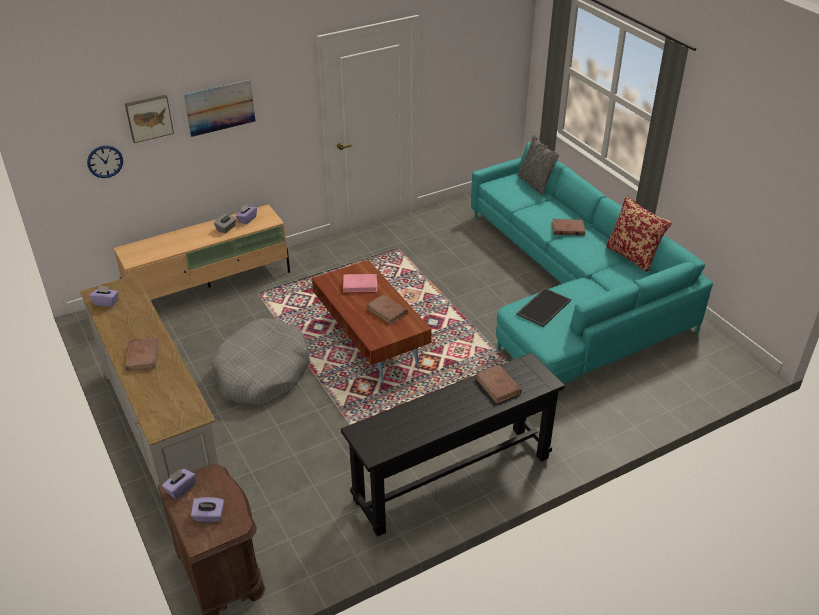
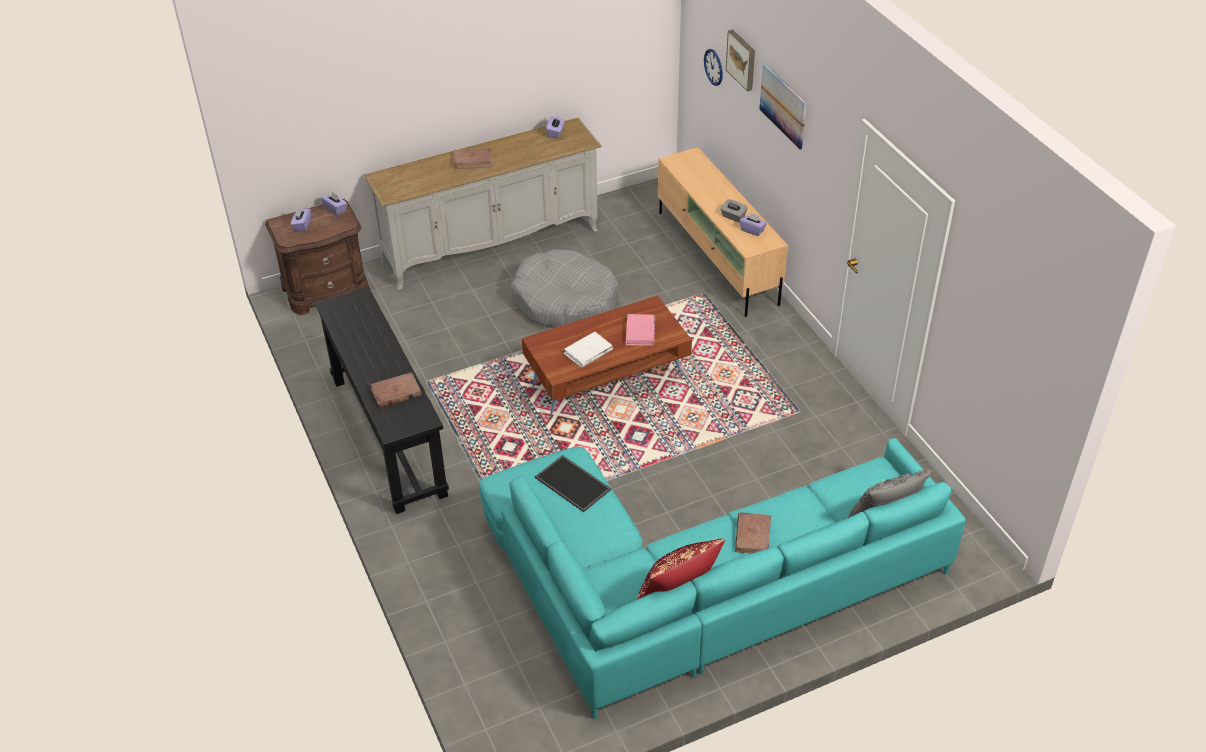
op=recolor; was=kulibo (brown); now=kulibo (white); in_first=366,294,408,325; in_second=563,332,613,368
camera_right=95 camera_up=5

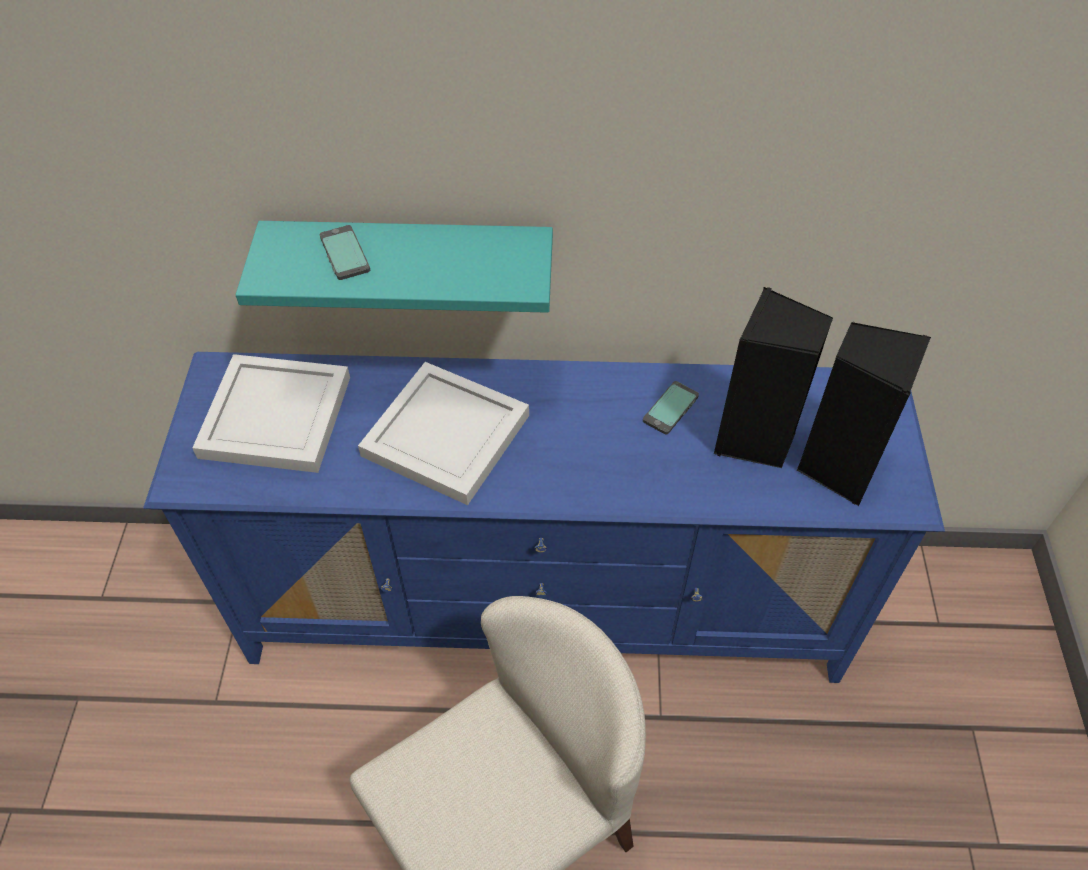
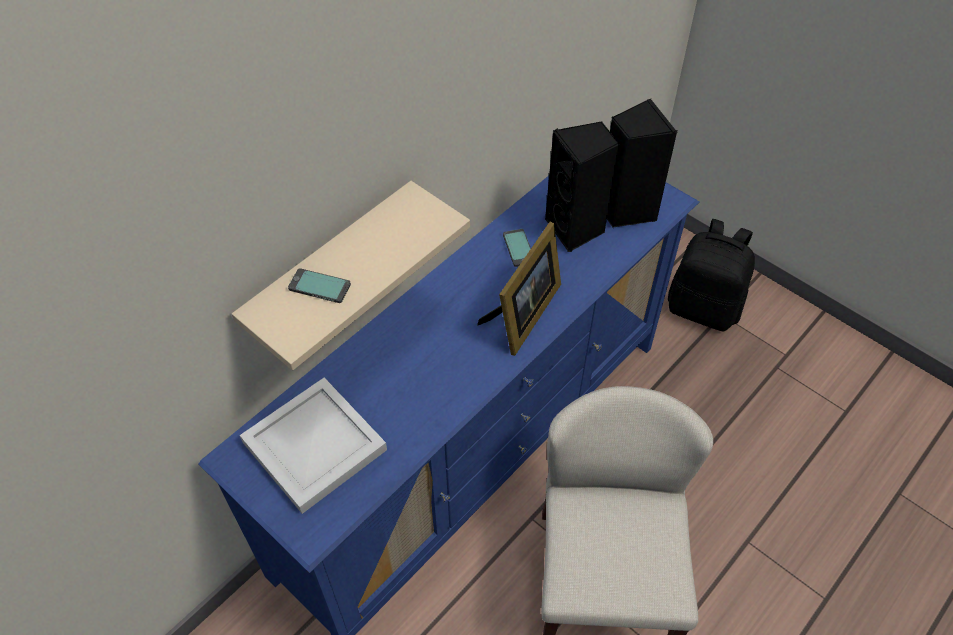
op=delete; was=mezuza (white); in_first=358,362,529,505
op=insert; now=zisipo; in_second=477,222,561,356
op=insert; now=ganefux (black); in_second=668,219,755,331
op=recolor; was=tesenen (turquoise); now=tesenen (beige); in_first=236,221,553,313; in_second=232,181,470,371
camera_right=-50 camera_up=0

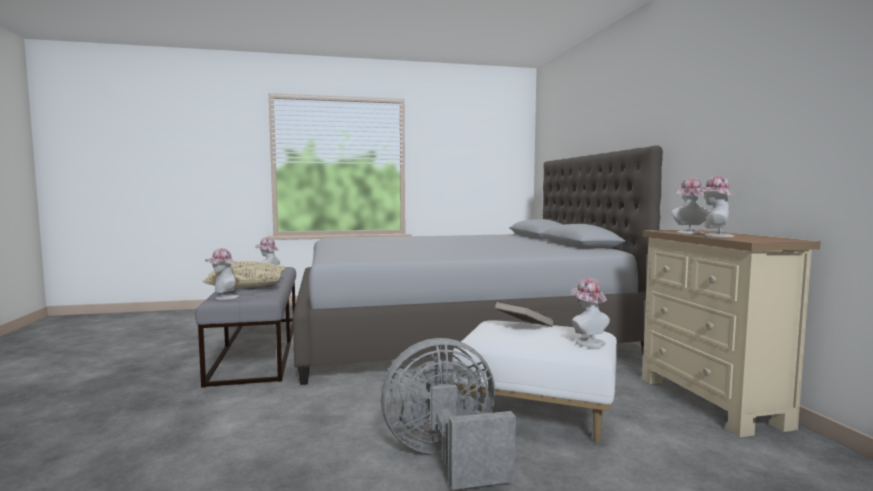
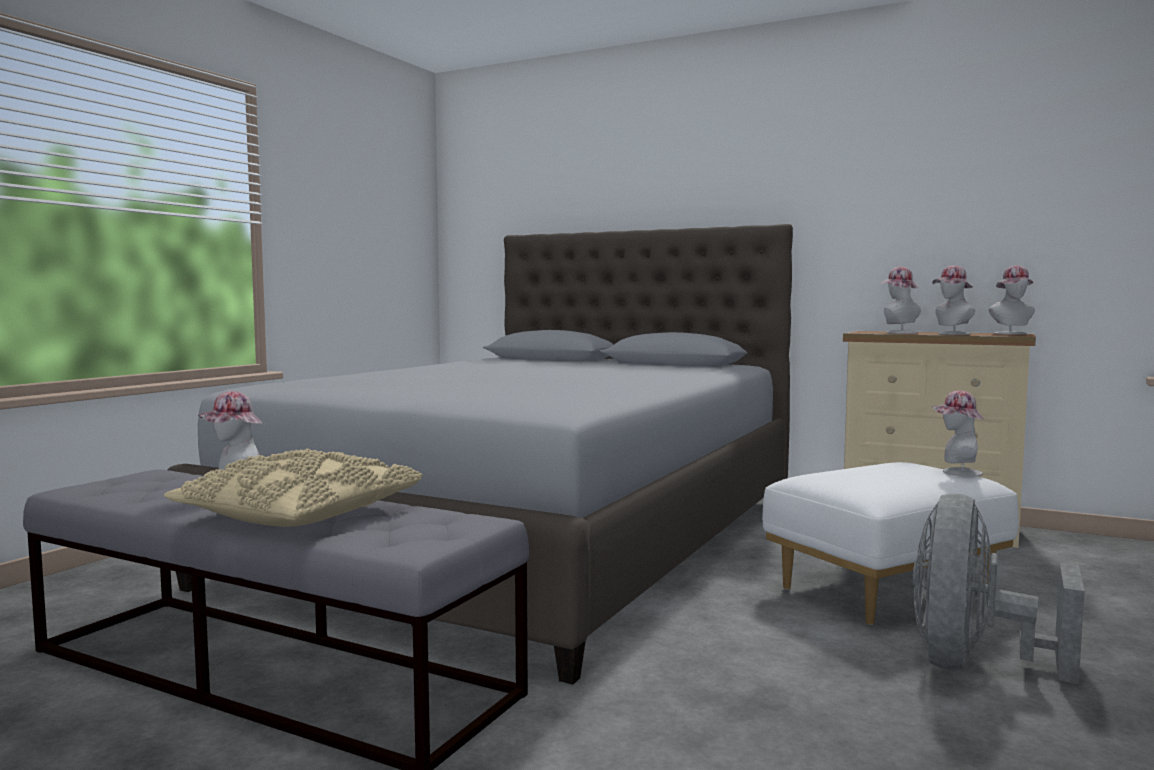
op=delete; was=kulibo (brown); in_first=494,301,554,327
op=move; was=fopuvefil; in_first=205,248,239,300; in_second=989,266,1036,335
camera_right=-50 camera_up=0

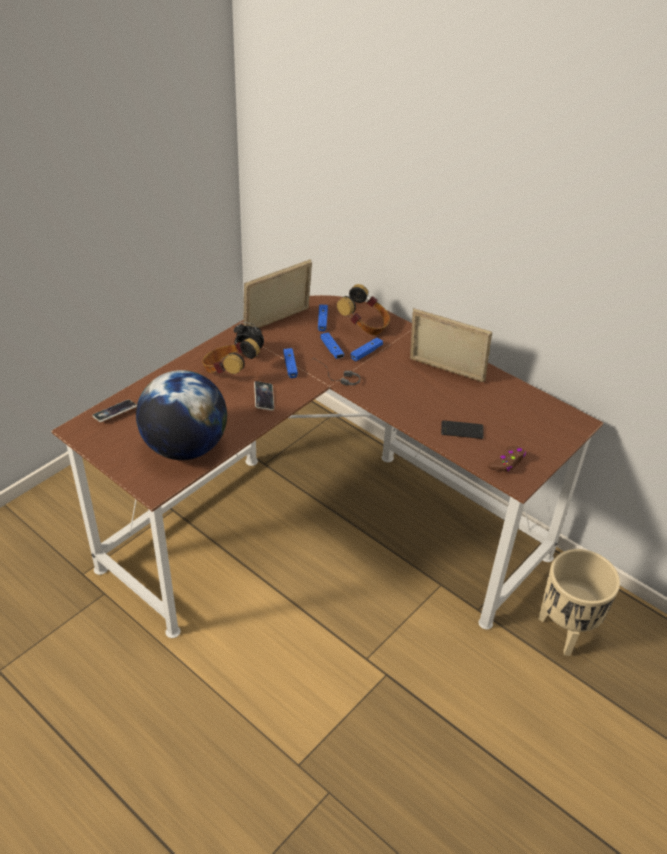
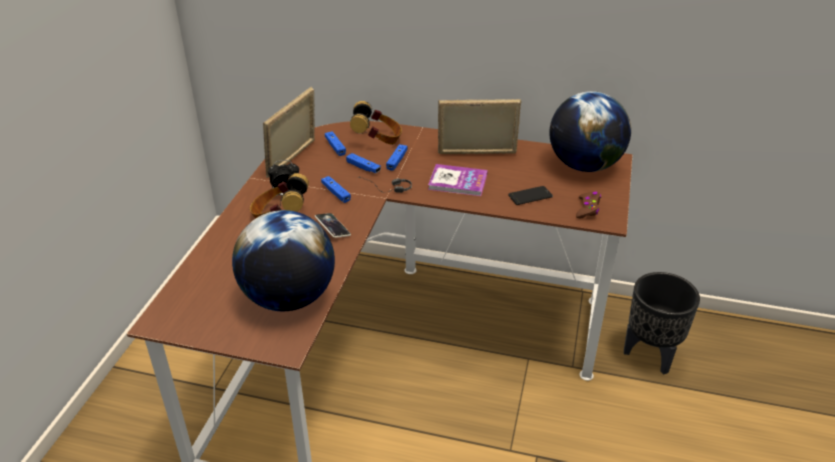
op=delete; was=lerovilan; in_first=92,399,137,422
op=insert; now=kulibo; in_second=428,164,488,196
op=insert; now=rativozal; in_second=549,91,631,172
op=recolor; was=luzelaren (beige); now=luzelaren (black); in_first=538,549,620,656; in_second=624,272,700,375
camera_right=-25 camera_up=-5

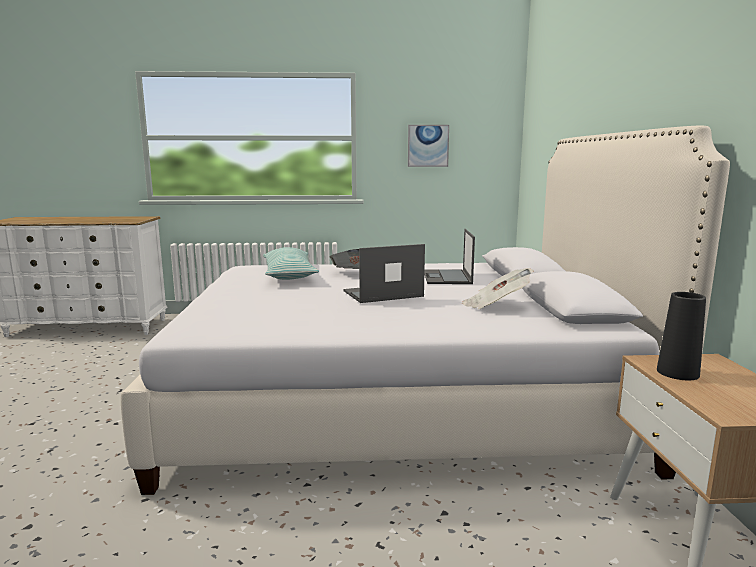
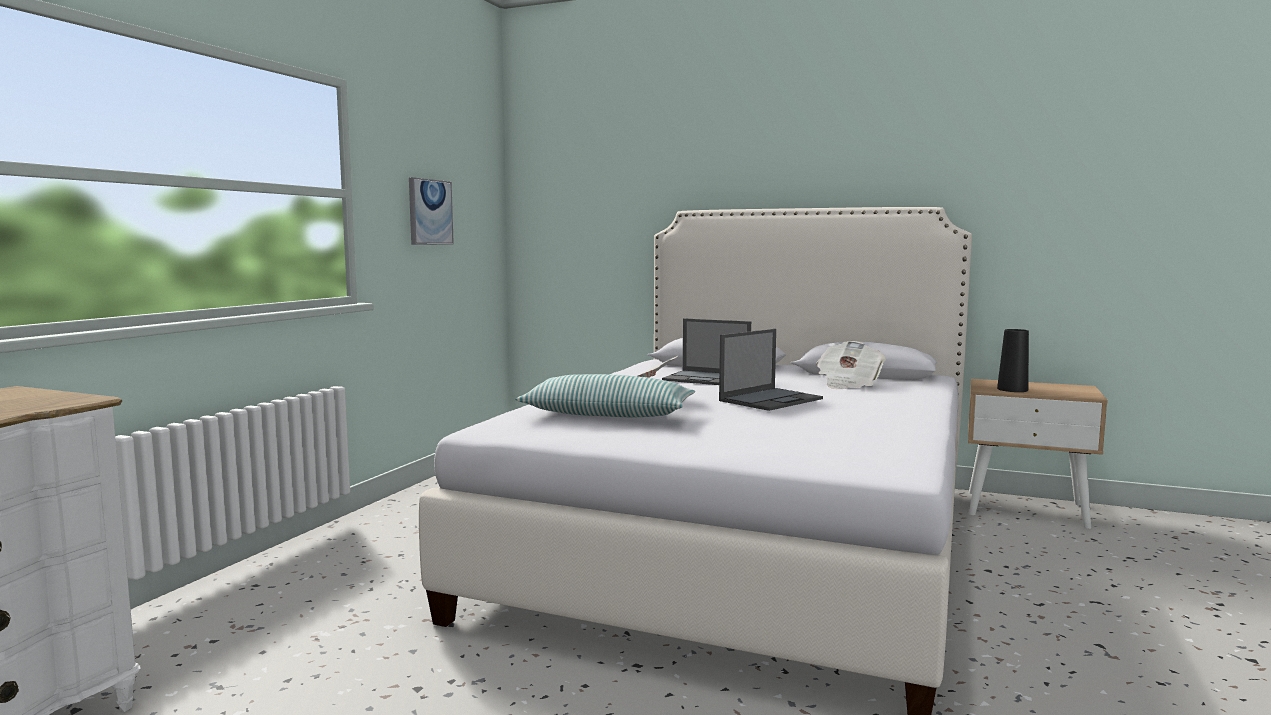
op=rotate; was=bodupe; in_first=344,244,425,303; in_second=719,329,823,411; clockwise=-135
camera_right=-65 camera_up=-5

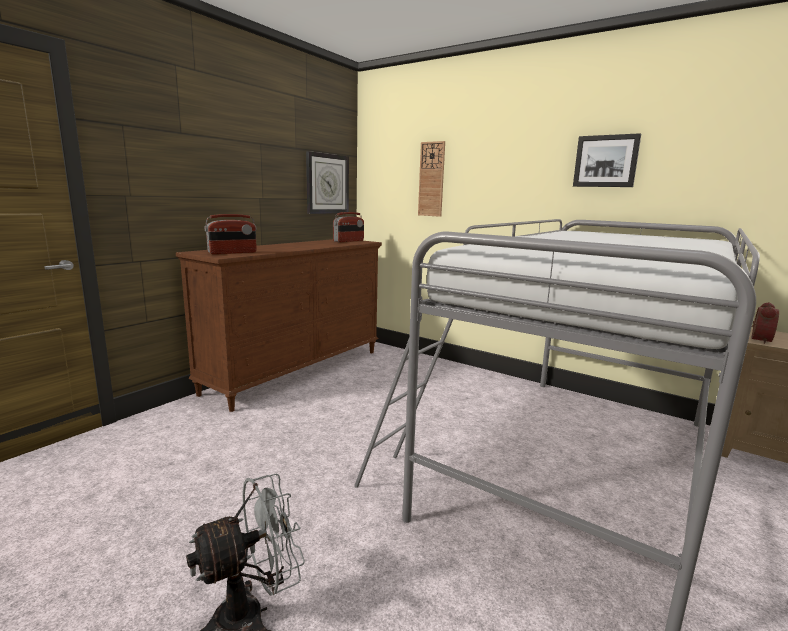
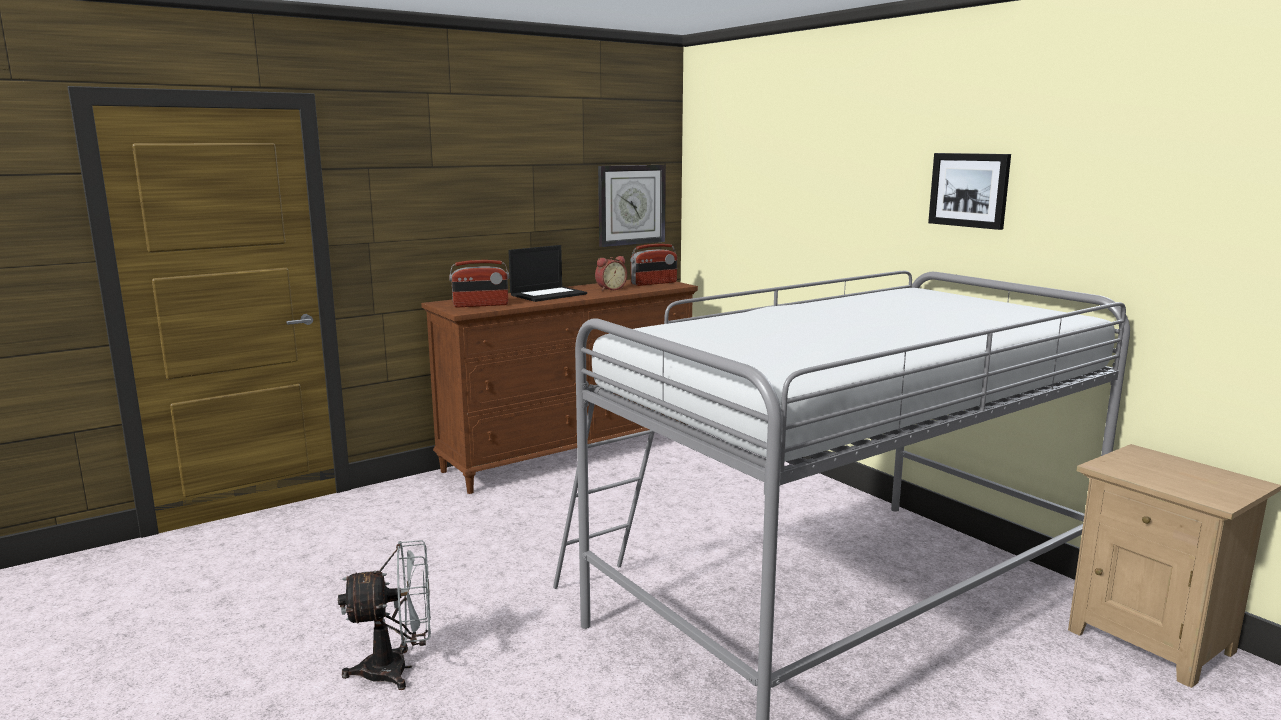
op=delete; was=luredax; in_first=418,141,445,217
op=insert; now=bodupe; in_second=508,245,587,302
op=move; was=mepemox; in_first=752,302,779,344; in_second=595,256,627,291
camera_right=20 camera_up=0

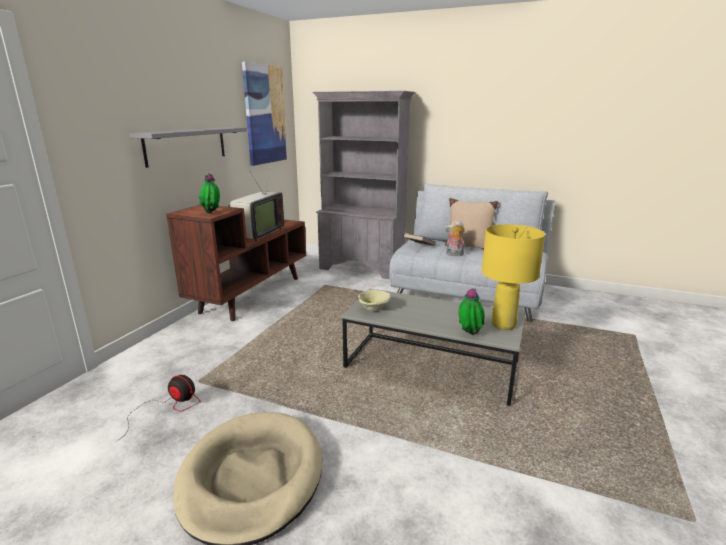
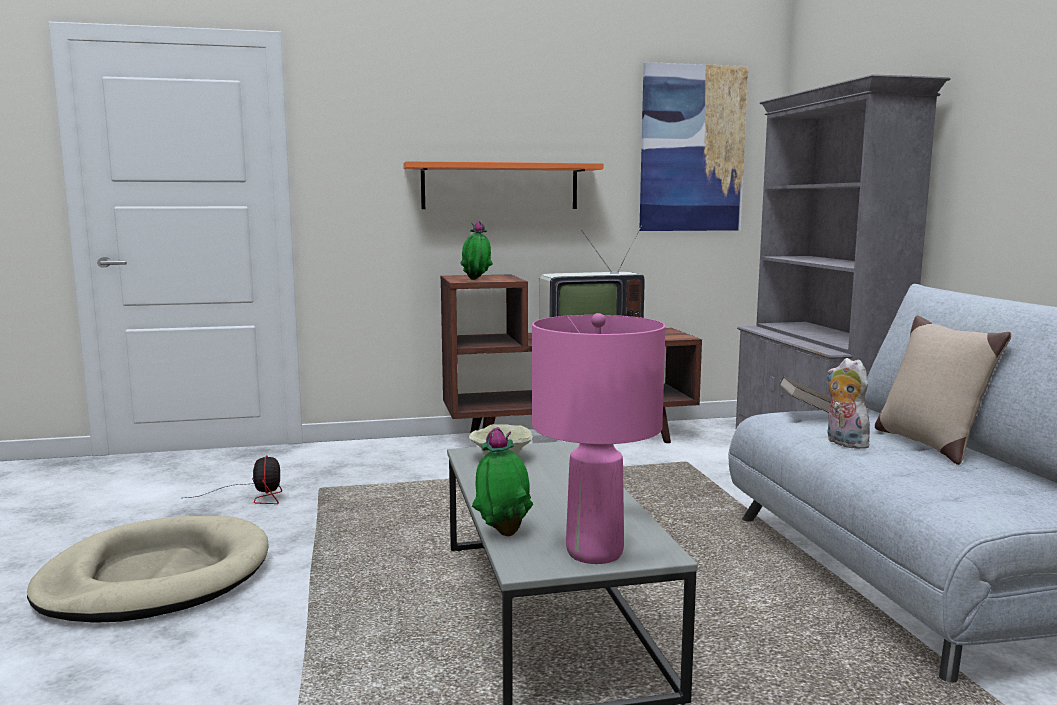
op=recolor; was=tesenen (grey); now=tesenen (orange); in_first=129,127,247,168; in_second=403,161,603,209
op=recolor; was=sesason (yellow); now=sesason (pink); in_first=482,224,545,330; in_second=532,313,666,564
camera_right=55 camera_up=-10

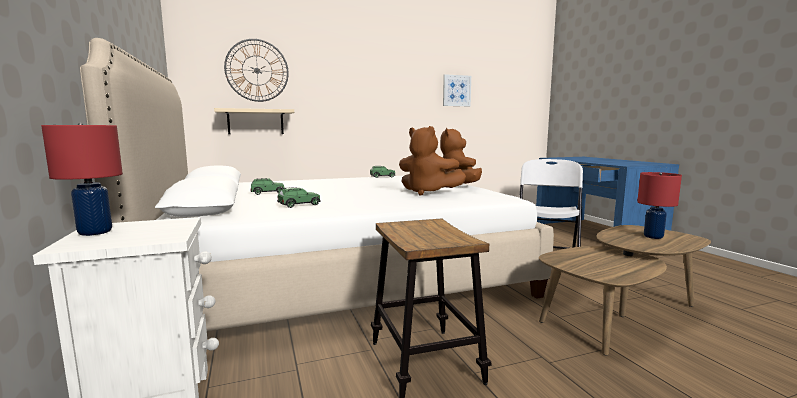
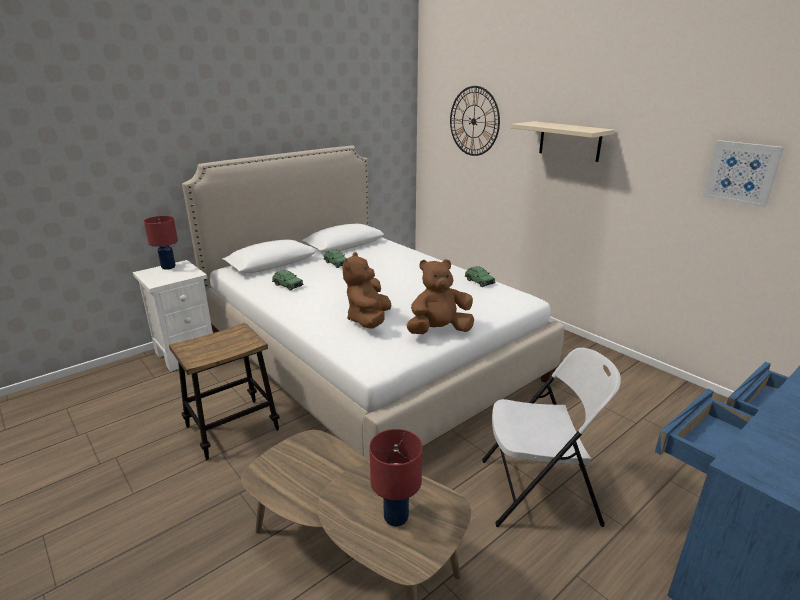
op=move; was=tesenen (beige); in_first=214,108,294,134; in_second=511,121,615,162
camera_right=70 camera_up=15

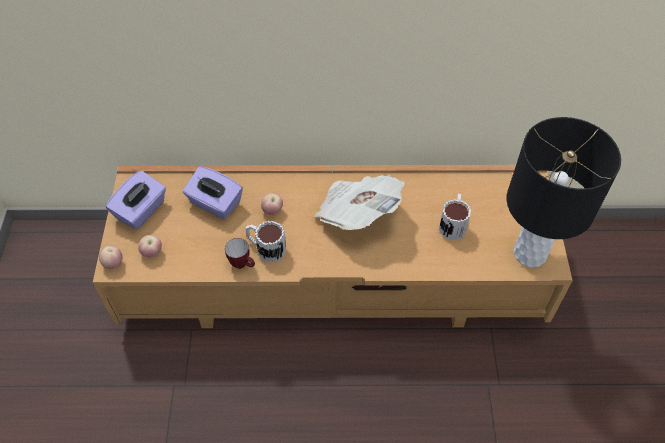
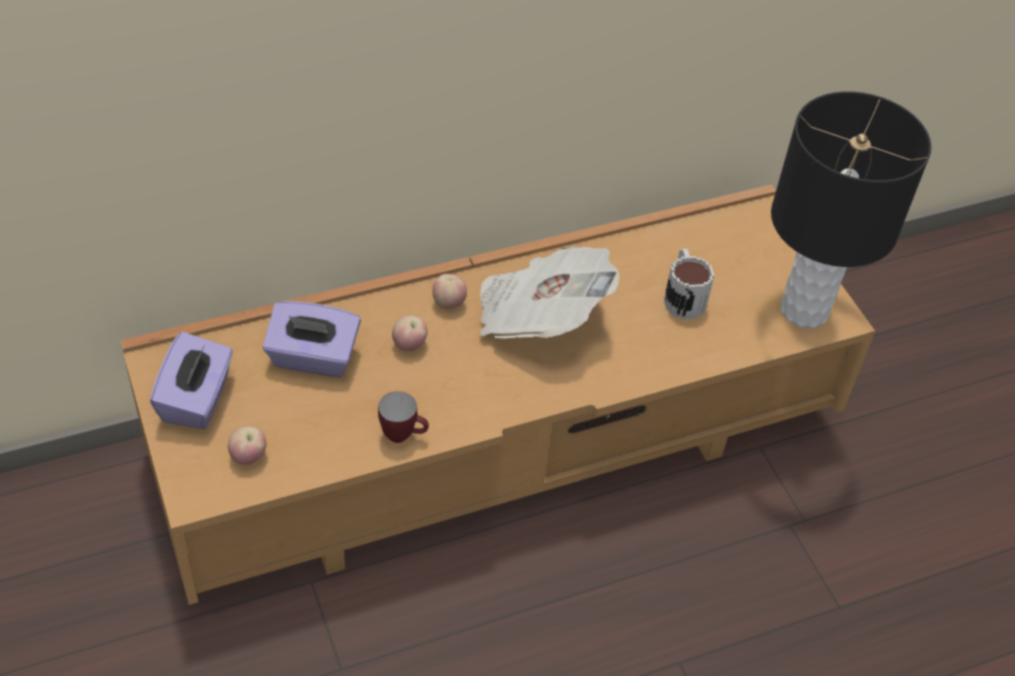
op=delete; was=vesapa; in_first=246,221,286,262
op=move; was=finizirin; in_first=99,245,123,269; in_second=432,274,467,309
camera_right=-25 camera_up=-5

